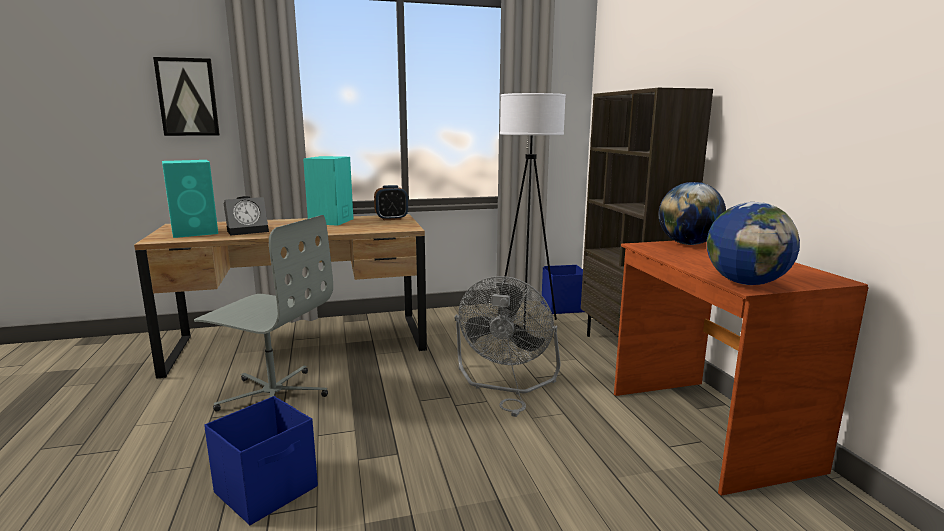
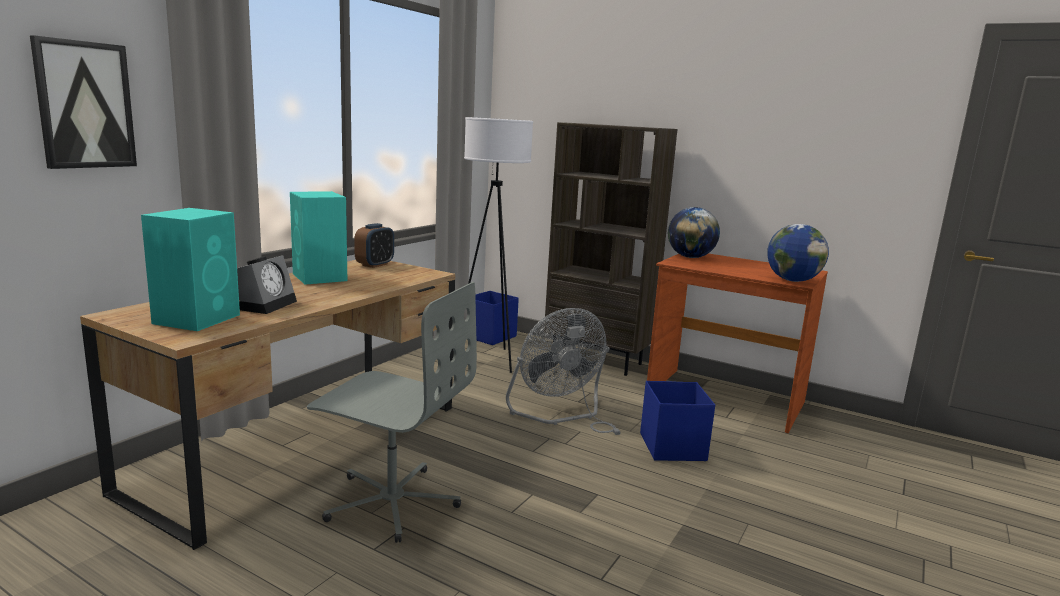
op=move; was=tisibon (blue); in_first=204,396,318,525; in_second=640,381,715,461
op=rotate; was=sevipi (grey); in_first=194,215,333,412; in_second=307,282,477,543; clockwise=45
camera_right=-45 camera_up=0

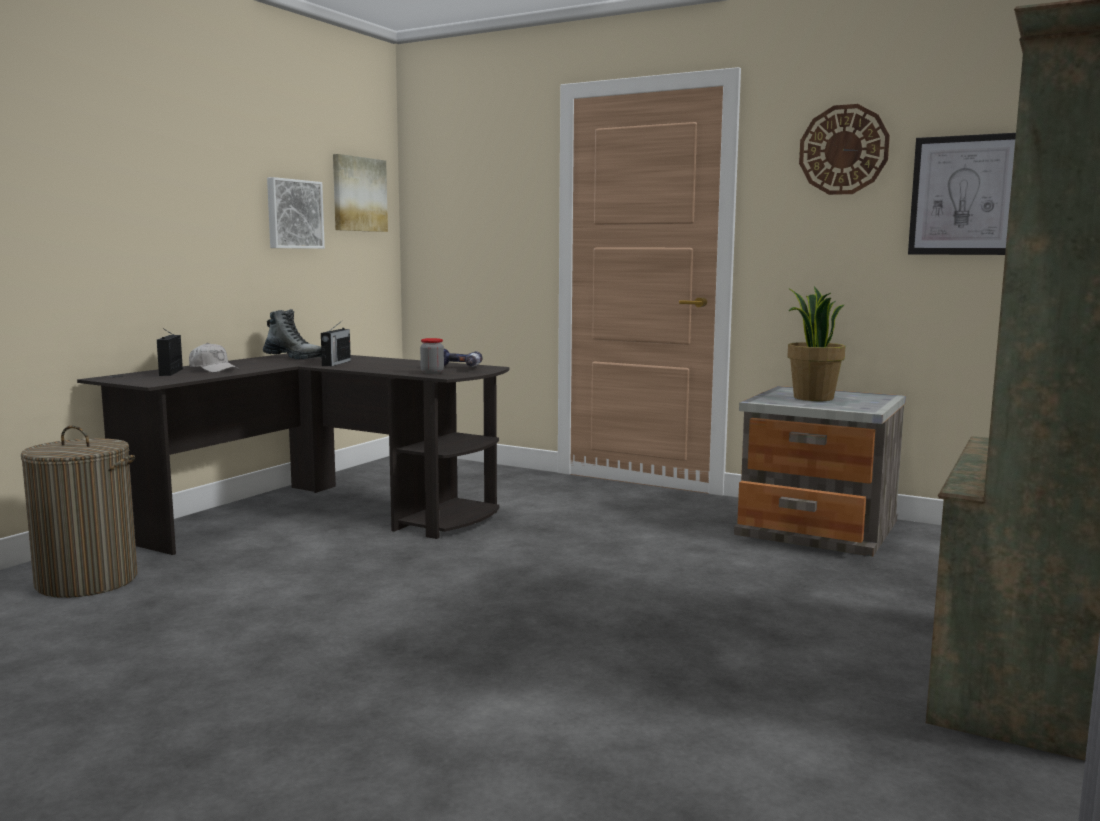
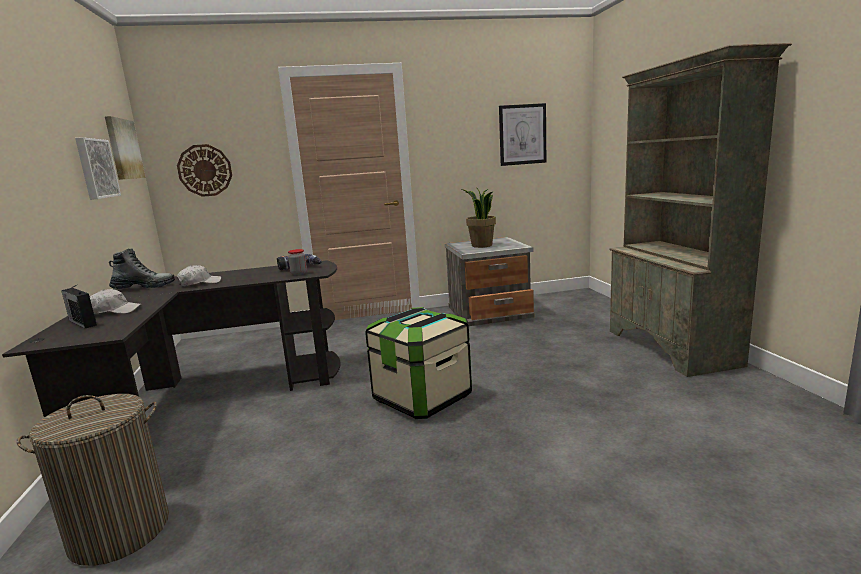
op=insert; now=tisibon; in_second=365,307,472,419
op=move; was=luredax; in_first=799,104,890,195; in_second=177,144,232,197
op=replace; was=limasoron; now=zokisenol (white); in_first=321,320,351,366; in_second=177,265,221,286
camera_right=-40 camera_up=5

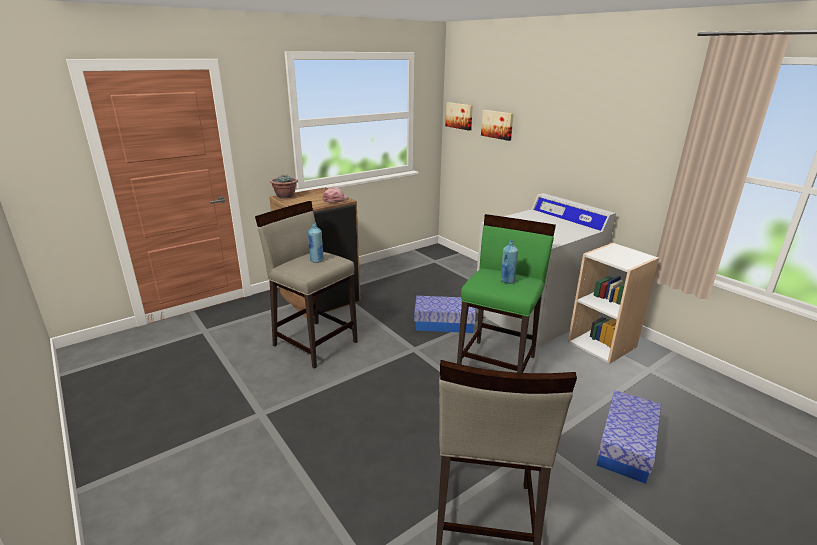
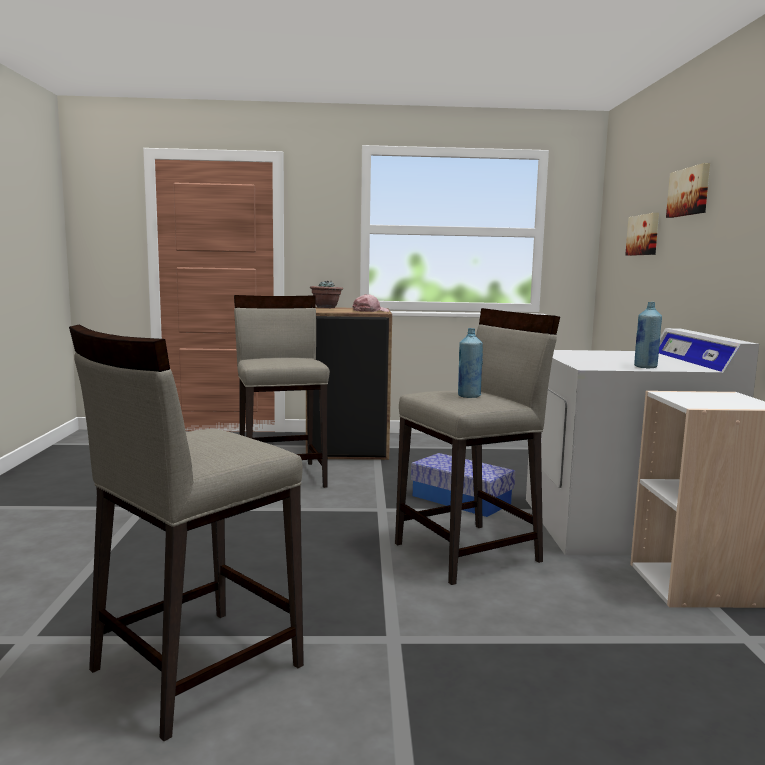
op=delete; was=tisibon; in_first=597,390,661,484
op=move; was=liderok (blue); in_first=308,223,324,263; in_second=634,302,662,368
op=move; was=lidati; in_first=445,102,473,131; in_second=666,163,710,218
op=recolor; was=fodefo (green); now=fodefo (beige); in_first=457,214,556,373; in_second=395,308,560,585
camera_right=35 camera_up=-15

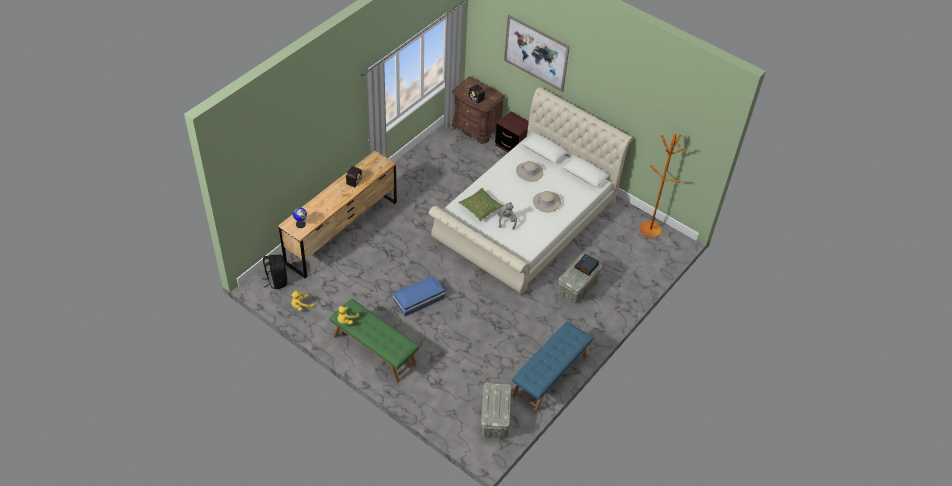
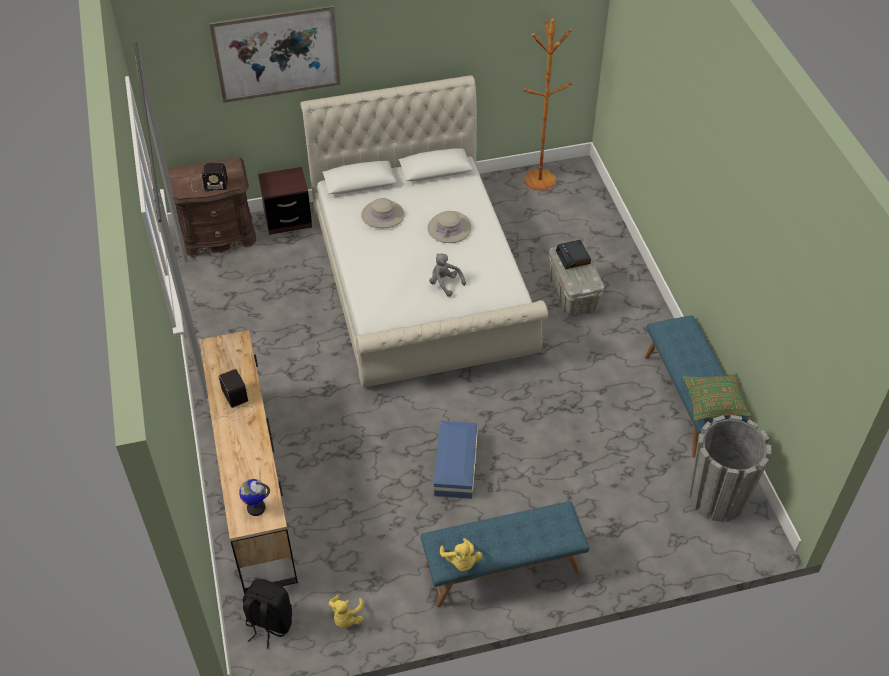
op=move; was=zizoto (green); in_first=458,188,503,221; in_second=682,373,751,421
op=replace; was=tisibon (grey); now=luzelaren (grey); in_first=481,382,512,439; in_second=689,415,771,522
op=recolor; was=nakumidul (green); now=nakumidul (blue); in_first=329,299,419,383; in_second=421,501,589,607
camera_right=-50 camera_up=0

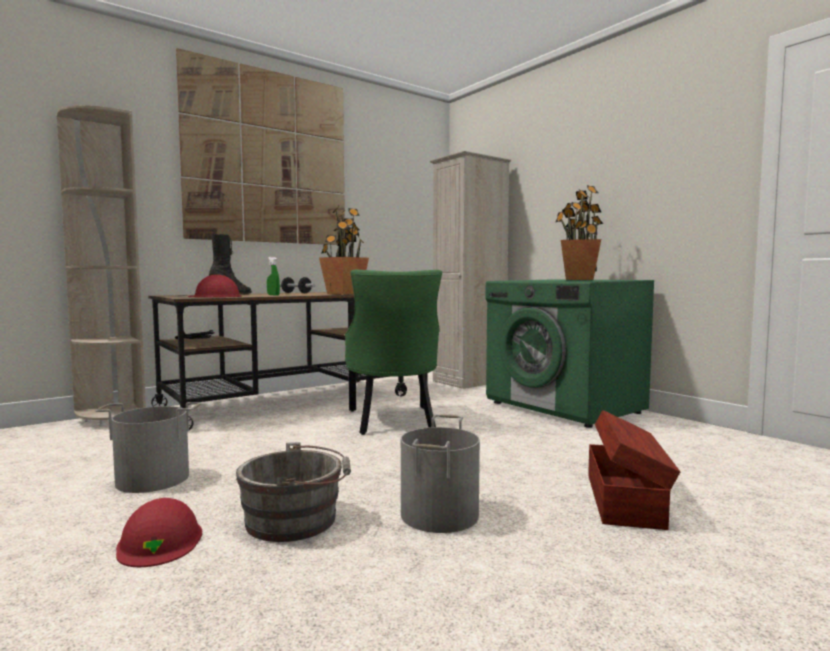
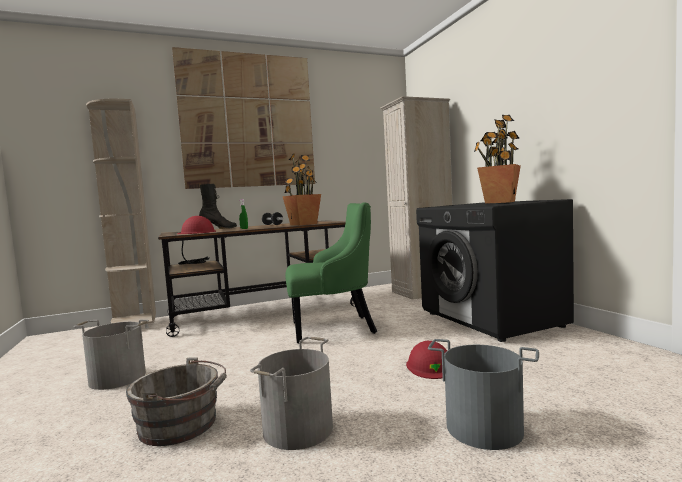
op=move; was=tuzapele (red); in_first=116,498,202,567; in_second=406,341,447,379
op=replace; was=tisibon (brown); now=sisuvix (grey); in_first=588,410,680,530; in_second=428,339,539,450
op=recolor; was=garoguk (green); now=garoguk (black); in_first=485,280,654,428; in_second=416,199,574,342
op=rotate; was=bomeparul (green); in_first=345,270,442,435; in_second=285,202,377,344; clockwise=-105
camera_right=15 camera_up=0

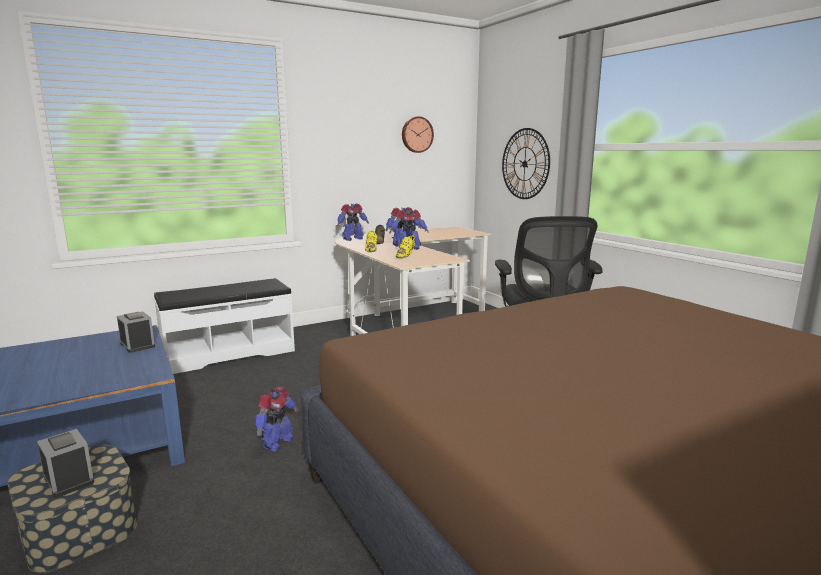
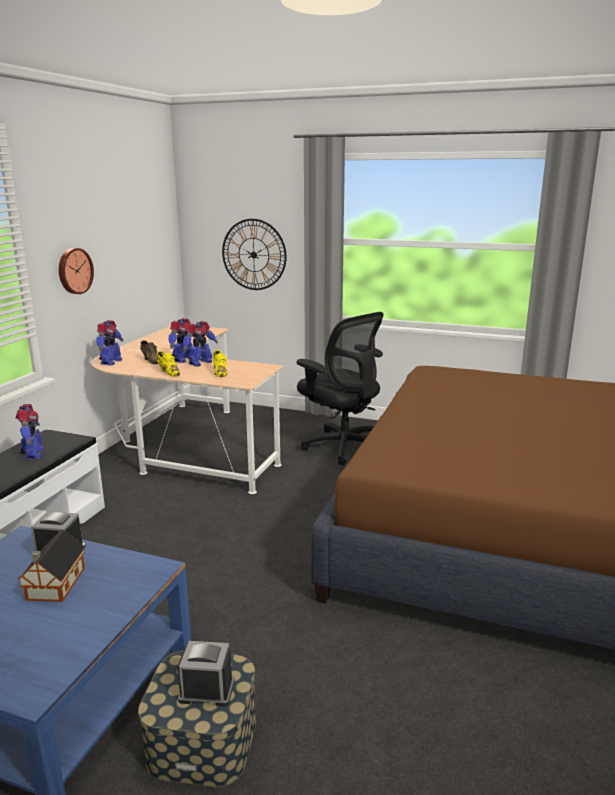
op=insert; now=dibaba; in_second=18,530,85,602
op=move; was=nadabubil; in_first=255,387,298,451; in_second=16,404,44,460
op=move; was=luredax; in_first=402,116,434,153; in_second=59,248,94,294
camera_right=-40 camera_up=5

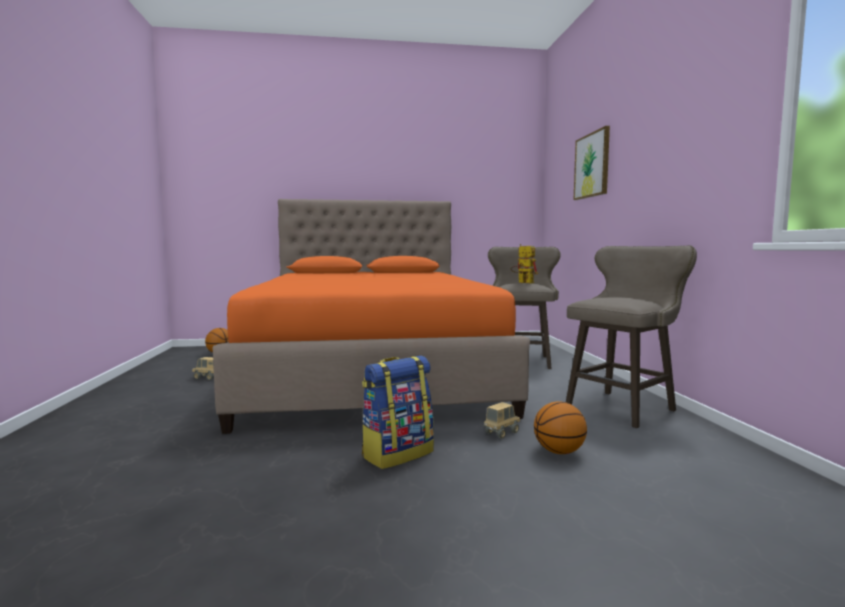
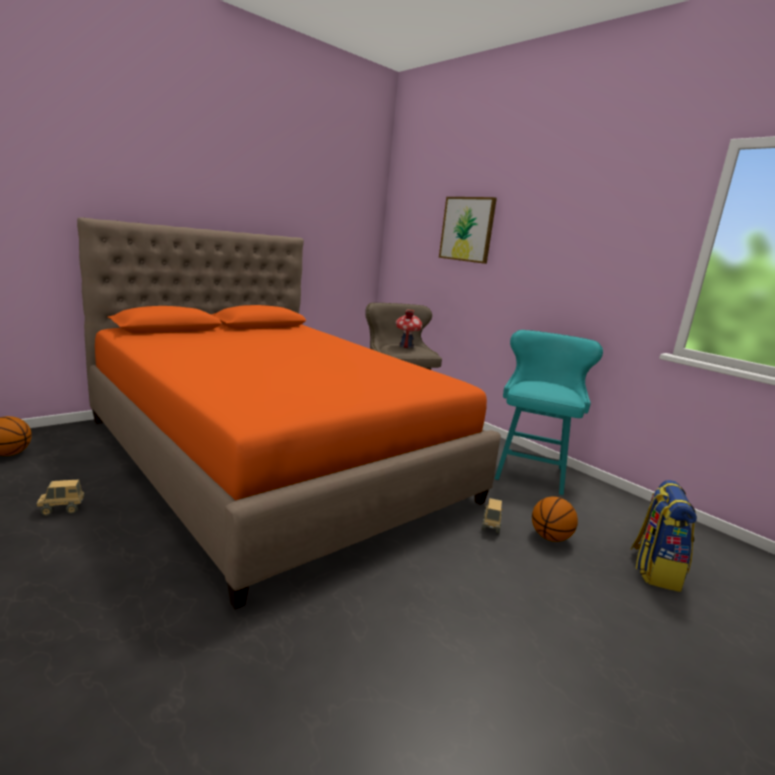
op=move; was=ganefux; in_first=362,356,434,469; in_second=631,480,697,592
op=replace; was=nadabubil; now=dibaba; in_first=510,244,538,284; in_second=396,309,423,348
op=recolor; was=fodefo (beige); now=fodefo (turquoise); in_first=566,246,697,428; in_second=495,330,603,495
camera_right=-35 camera_up=10

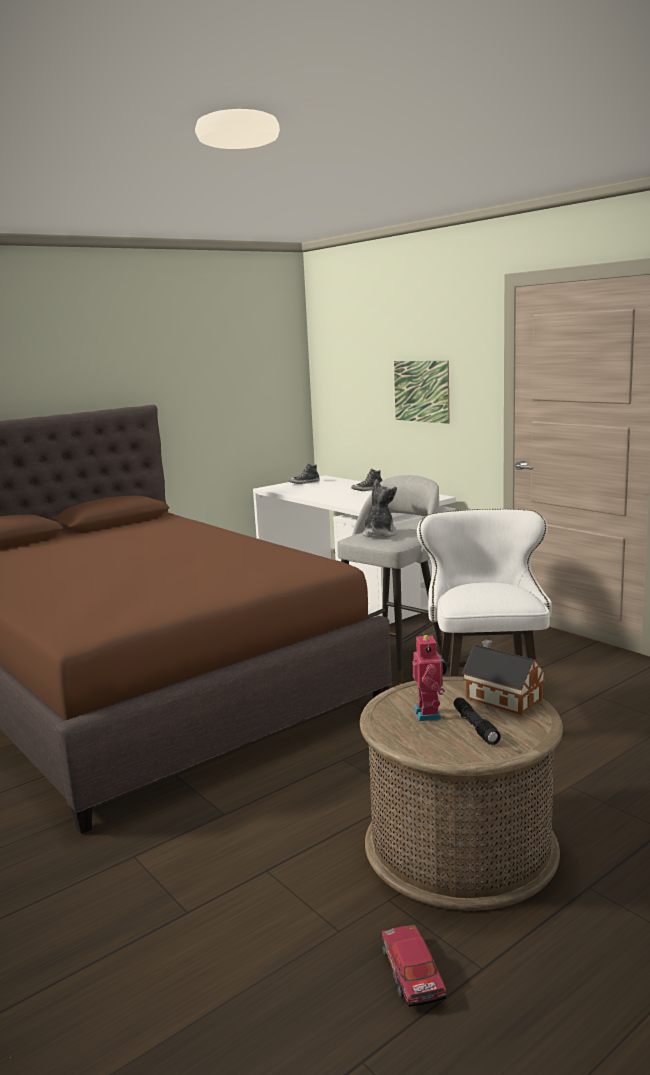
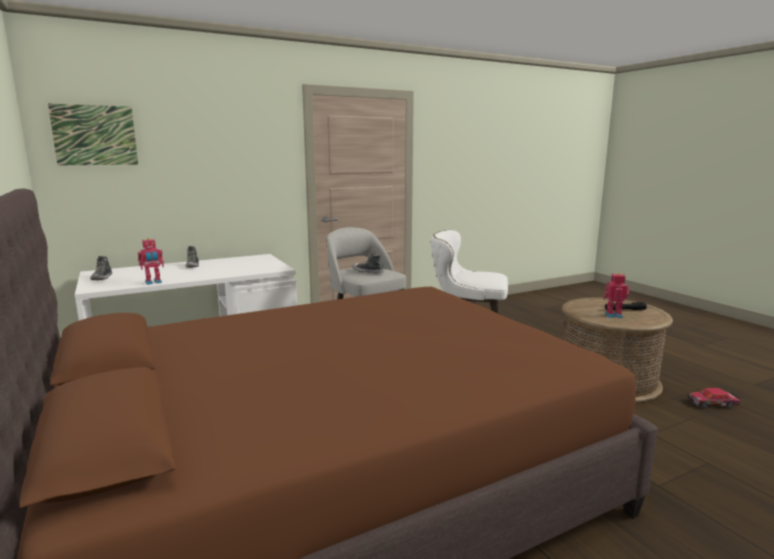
op=delete; was=dibaba; in_first=462,640,546,715
op=insert; now=nadabubil; in_second=138,238,164,285
op=move; was=lidati; in_first=394,361,450,424; in_second=48,103,138,165
op=replace; was=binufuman; now=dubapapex; in_first=363,479,397,537; in_second=353,252,383,274
camera_right=-80 camera_up=0

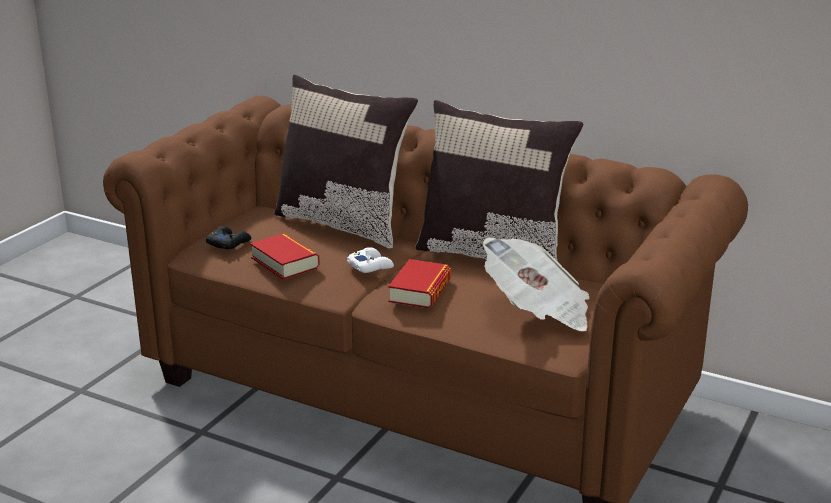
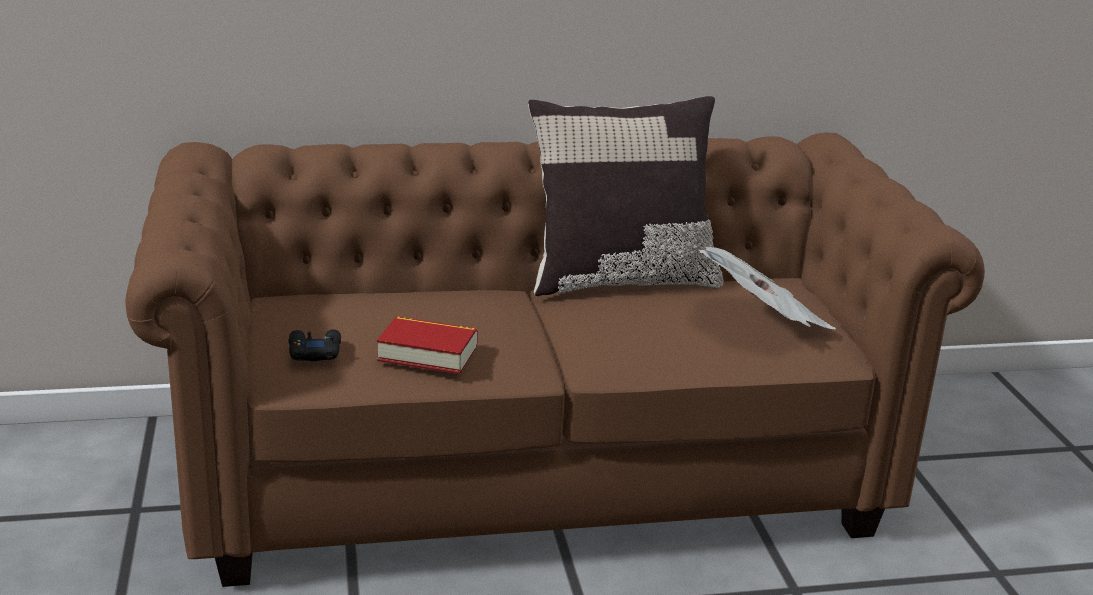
op=delete; was=zizoto; in_first=274,75,418,249
op=delete; was=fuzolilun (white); in_first=347,247,394,273
op=delete; was=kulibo; in_first=388,259,451,308
camera_right=-40 camera_up=0

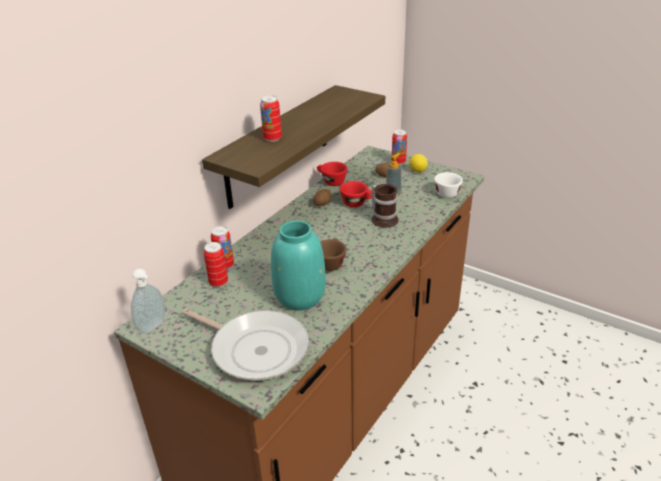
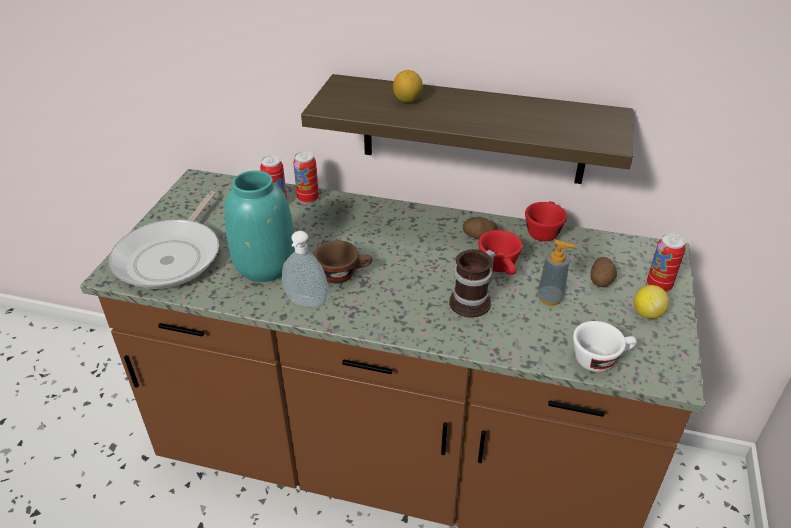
op=move; was=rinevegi; in_first=131,269,165,334; in_second=282,231,328,308
op=replace; was=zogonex; now=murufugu; in_first=260,95,282,142; in_second=393,70,423,103
camera_right=70 camera_up=5

